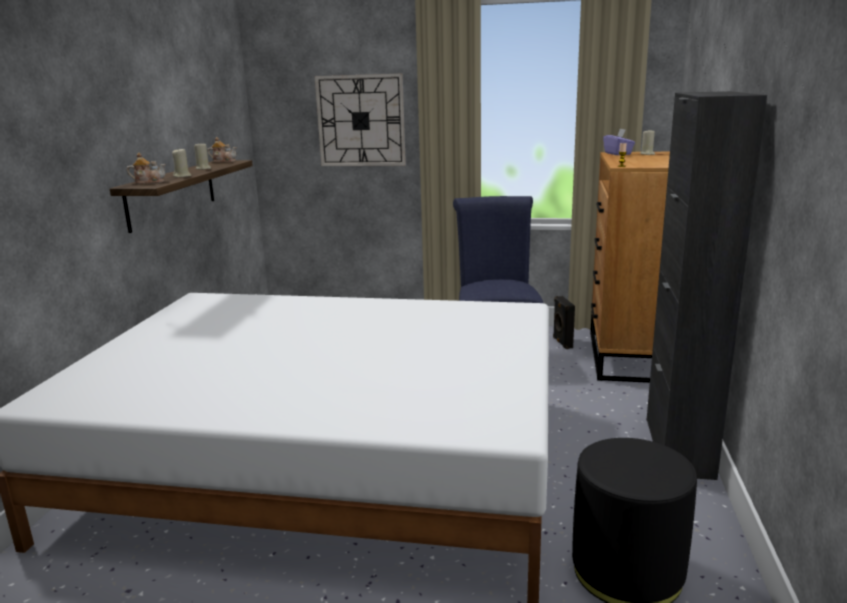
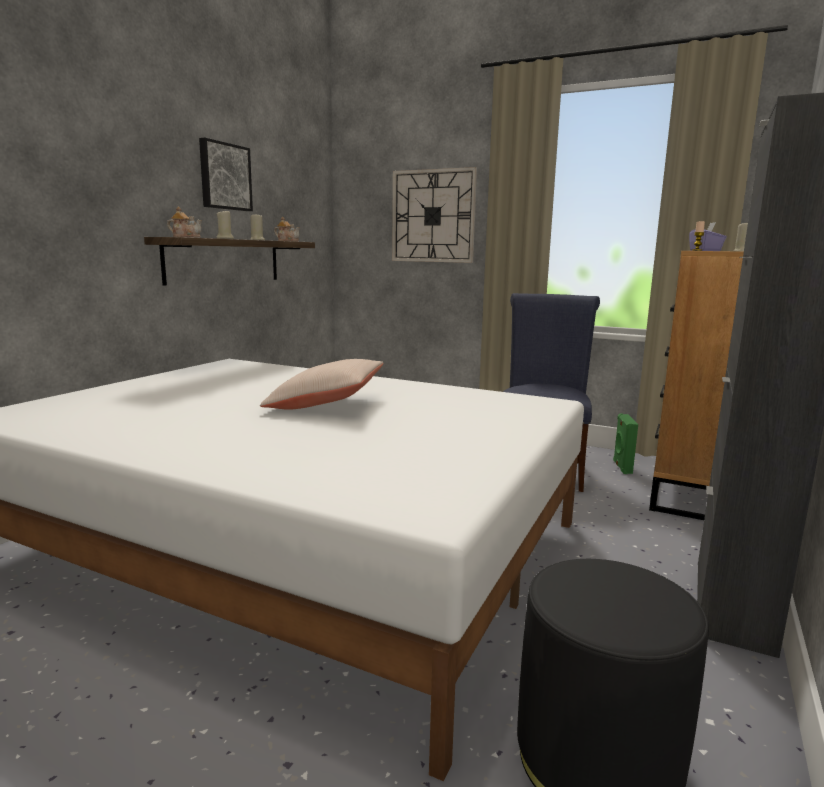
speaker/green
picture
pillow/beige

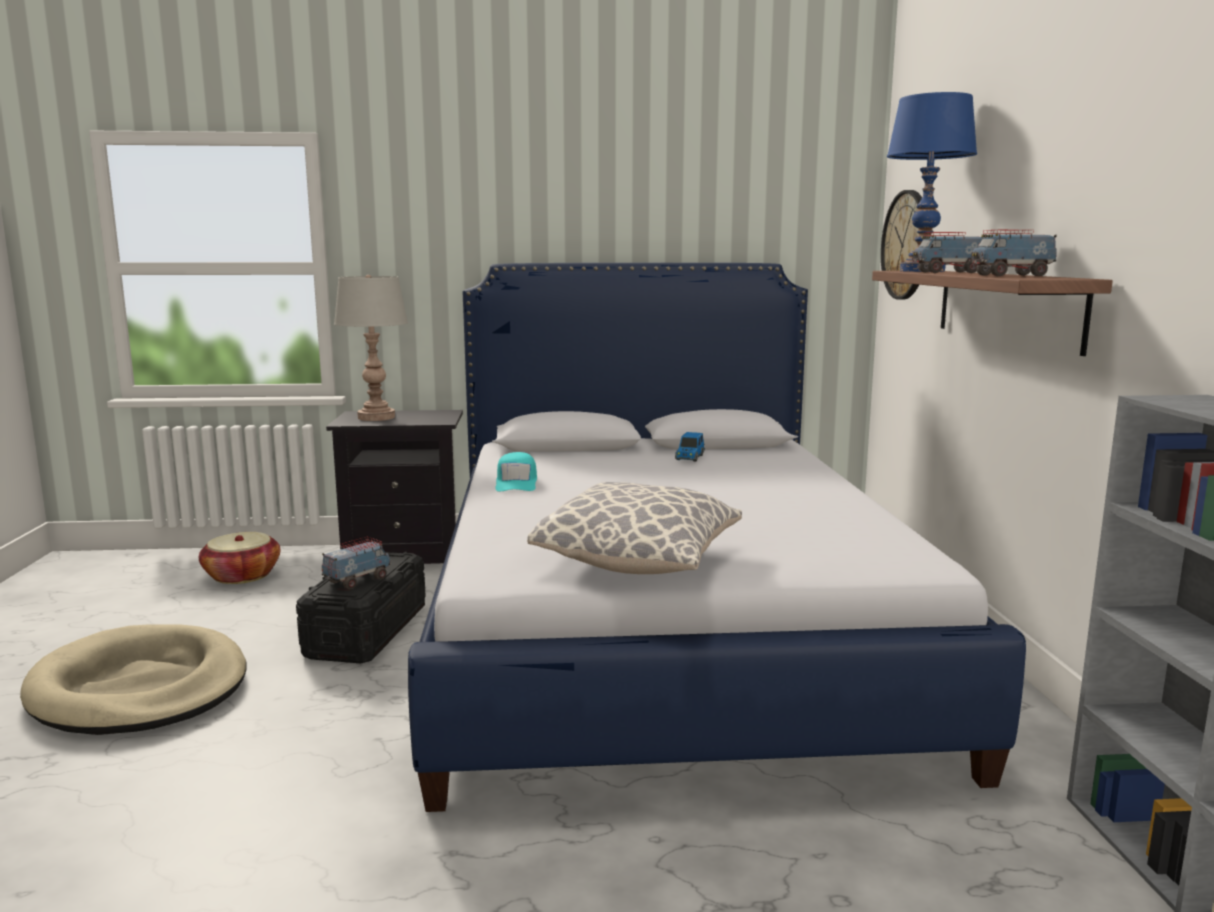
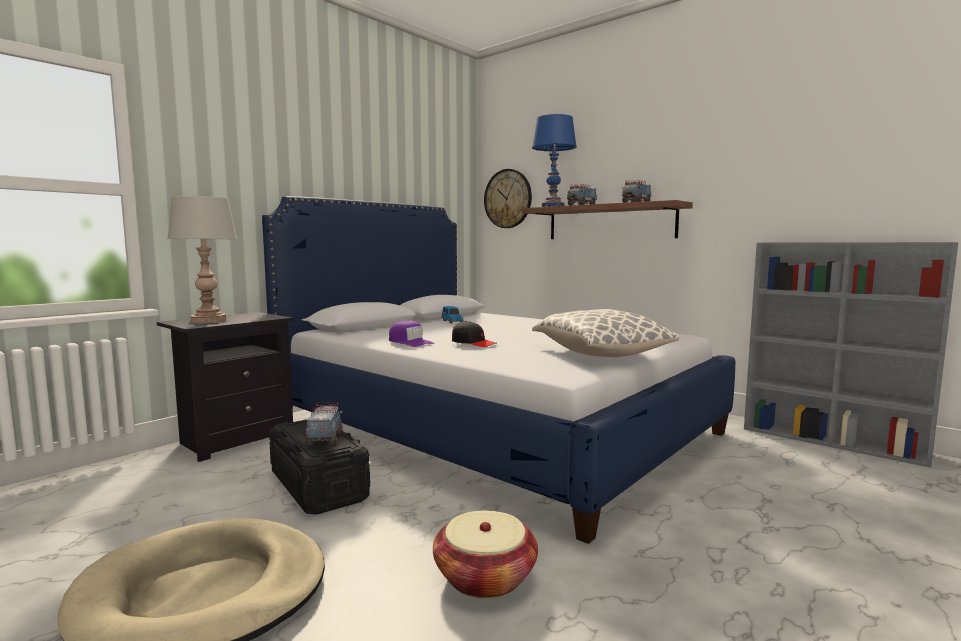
cap/purple
basket
cap/black

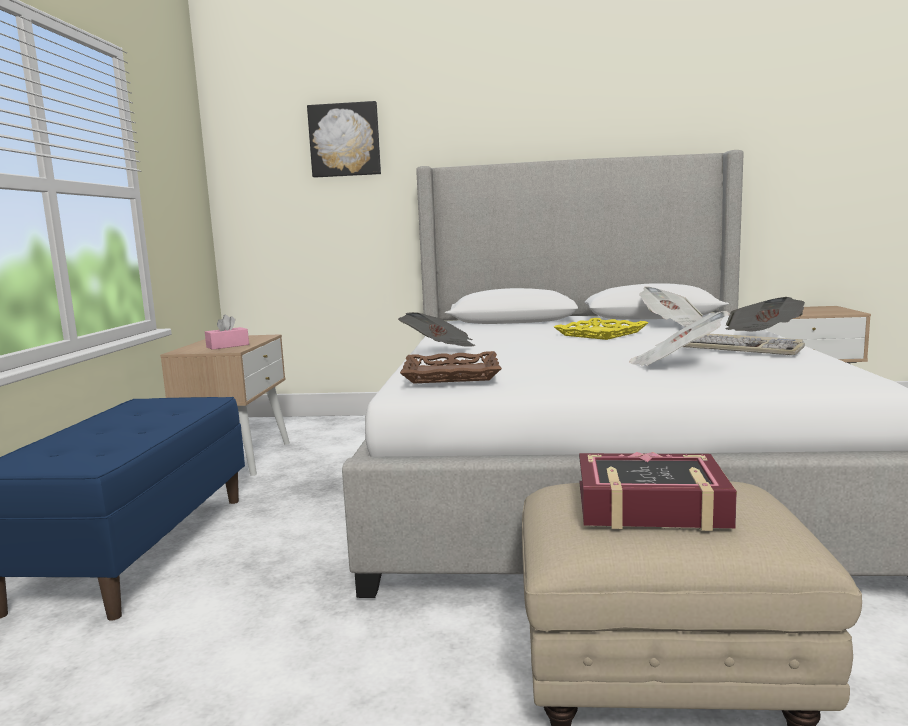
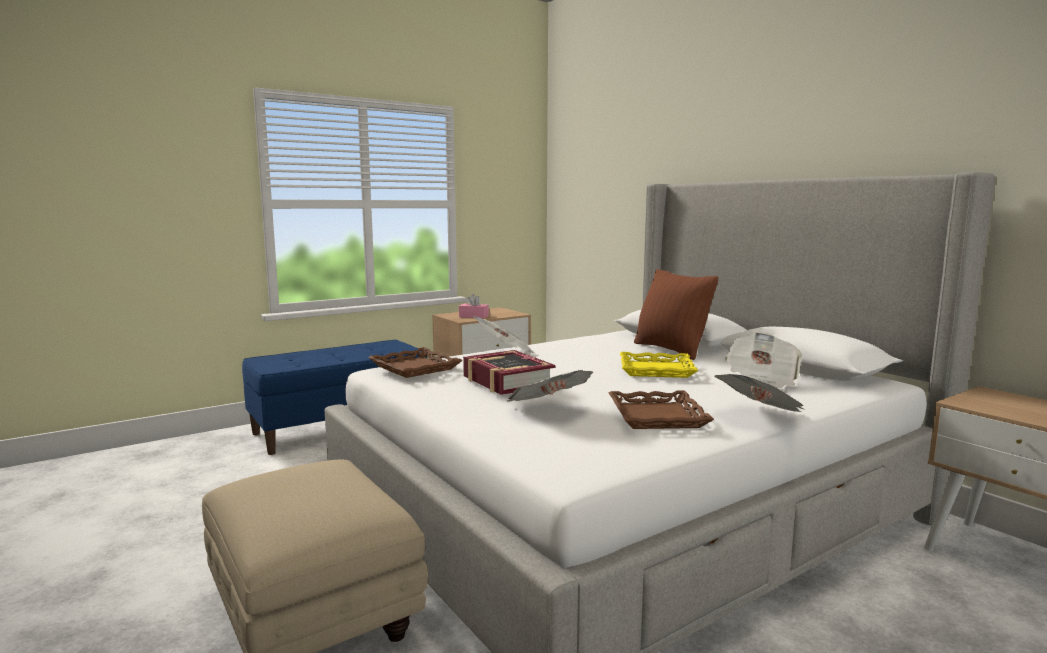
picture
tray/brown (no. 2 from left)
book
pillow/brown

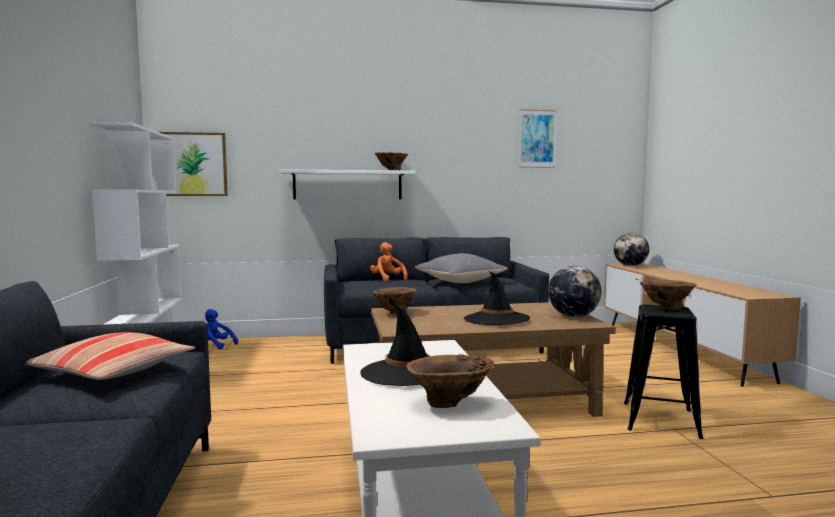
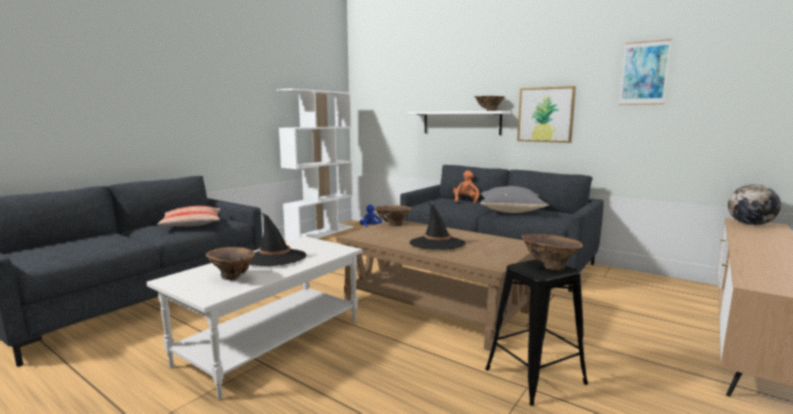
picture (no. 1 from left)
globe (no. 1 from left in the first image)

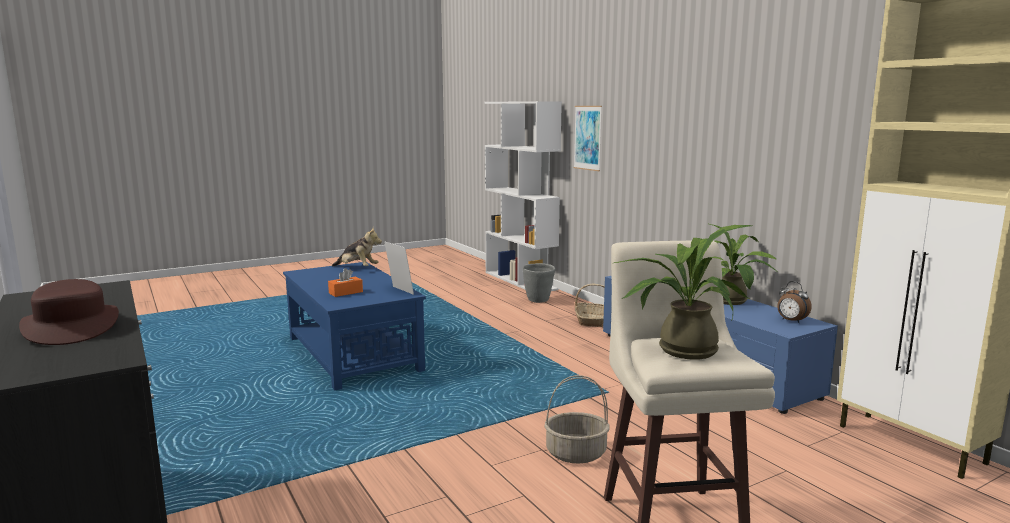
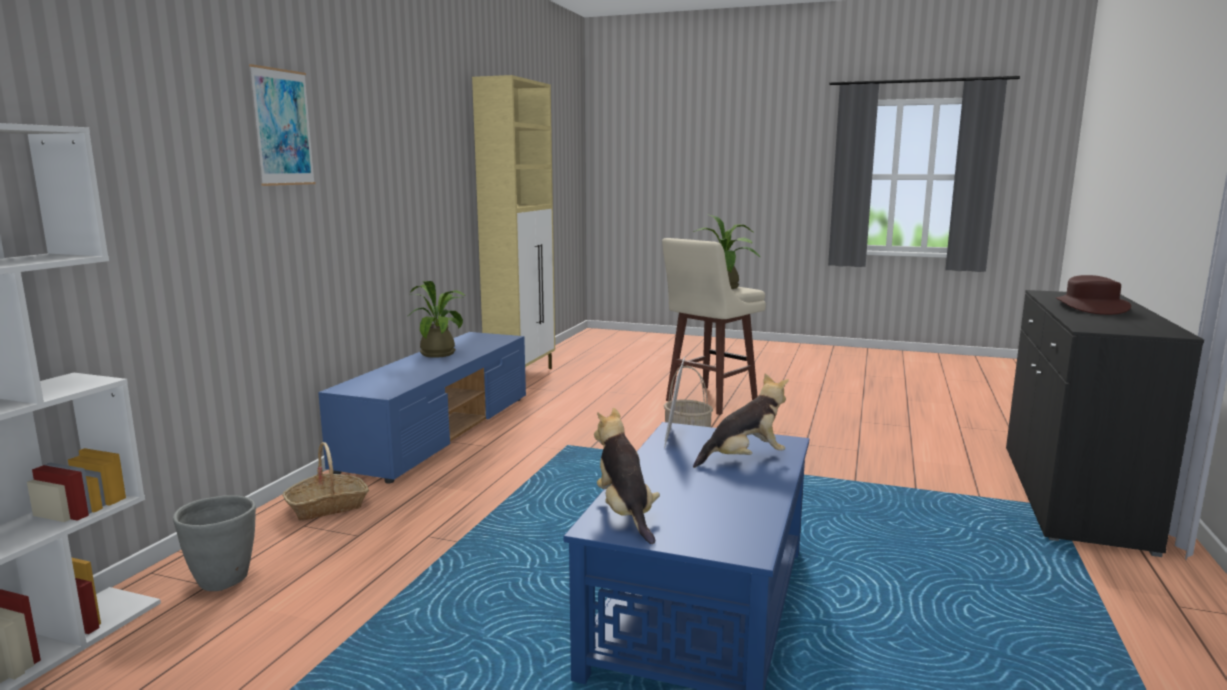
picture
plush toy (no. 2 from left)
alarm clock

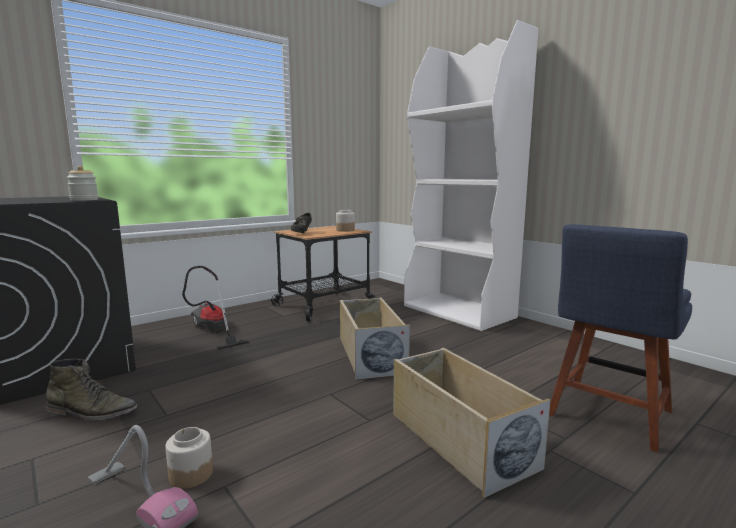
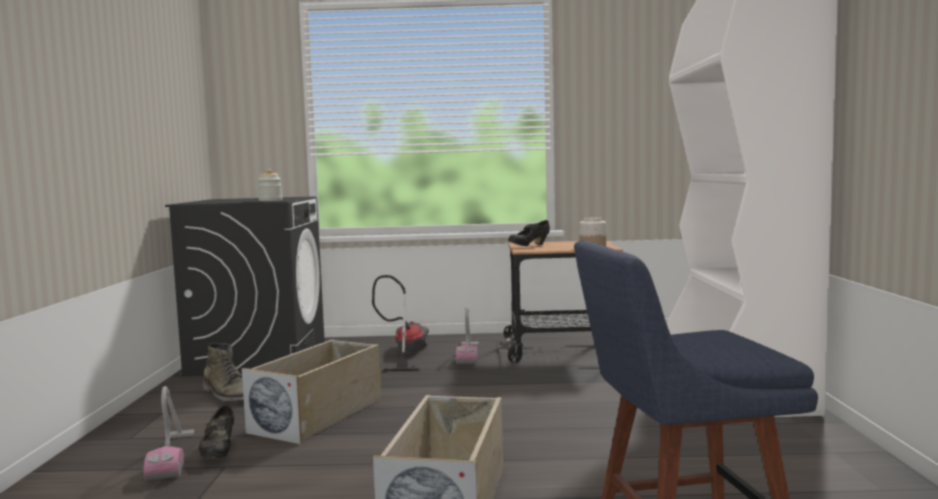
storage box/beige (no. 1 from left)
shoe/black (no. 1 from left)
vacuum cleaner (no. 3 from left)

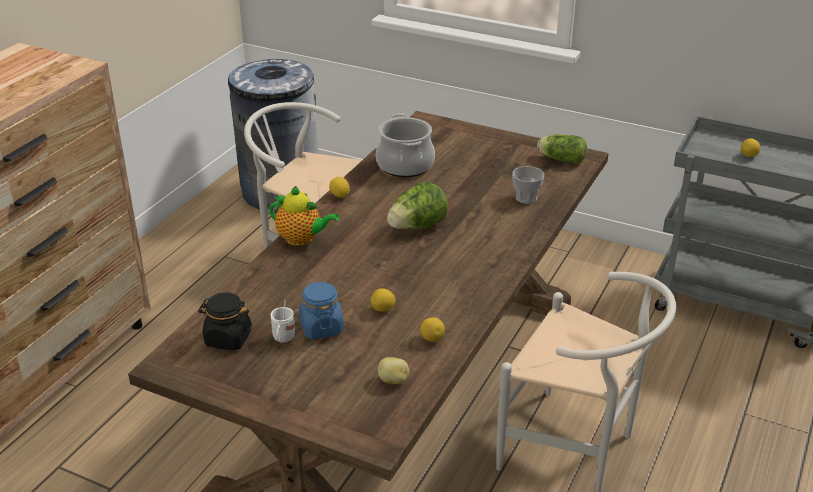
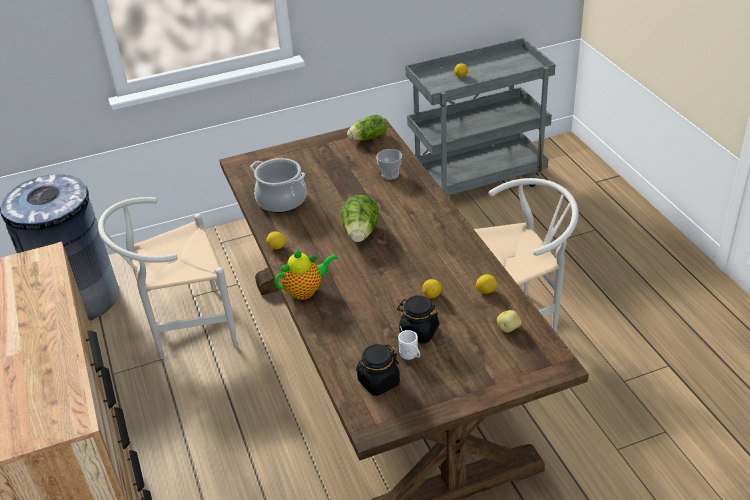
jar/black (no. 2 from left)

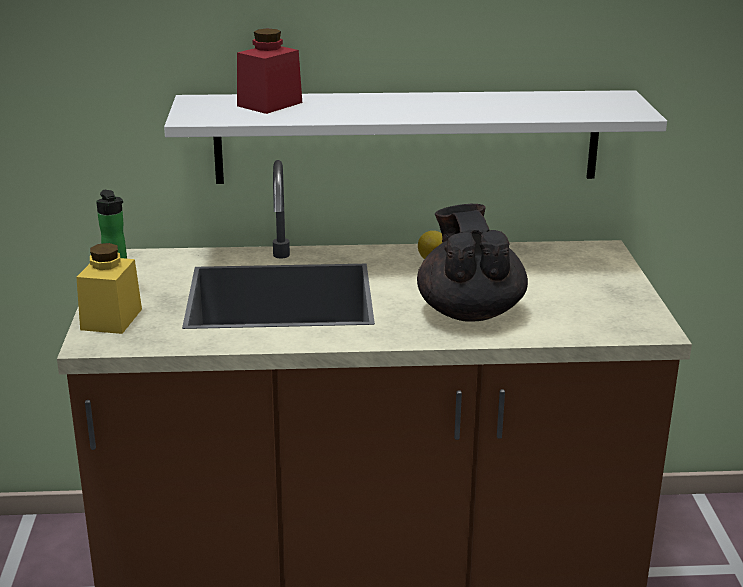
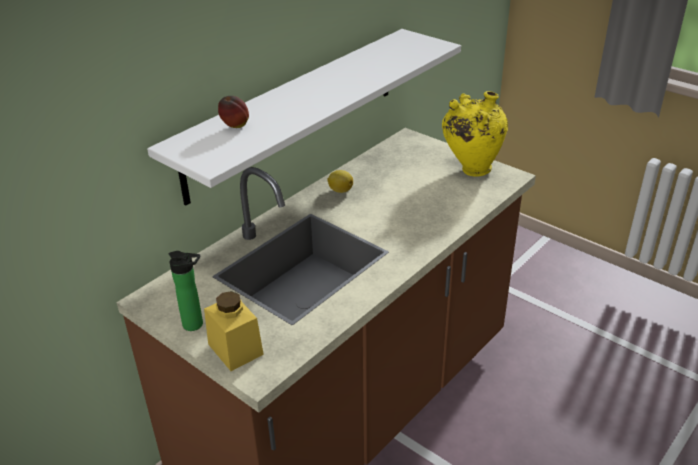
apple
teapot/black
vase/yellow

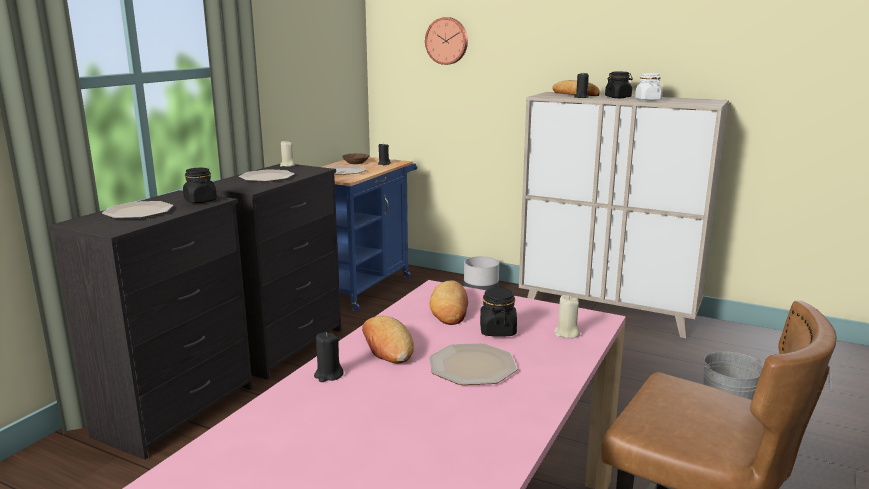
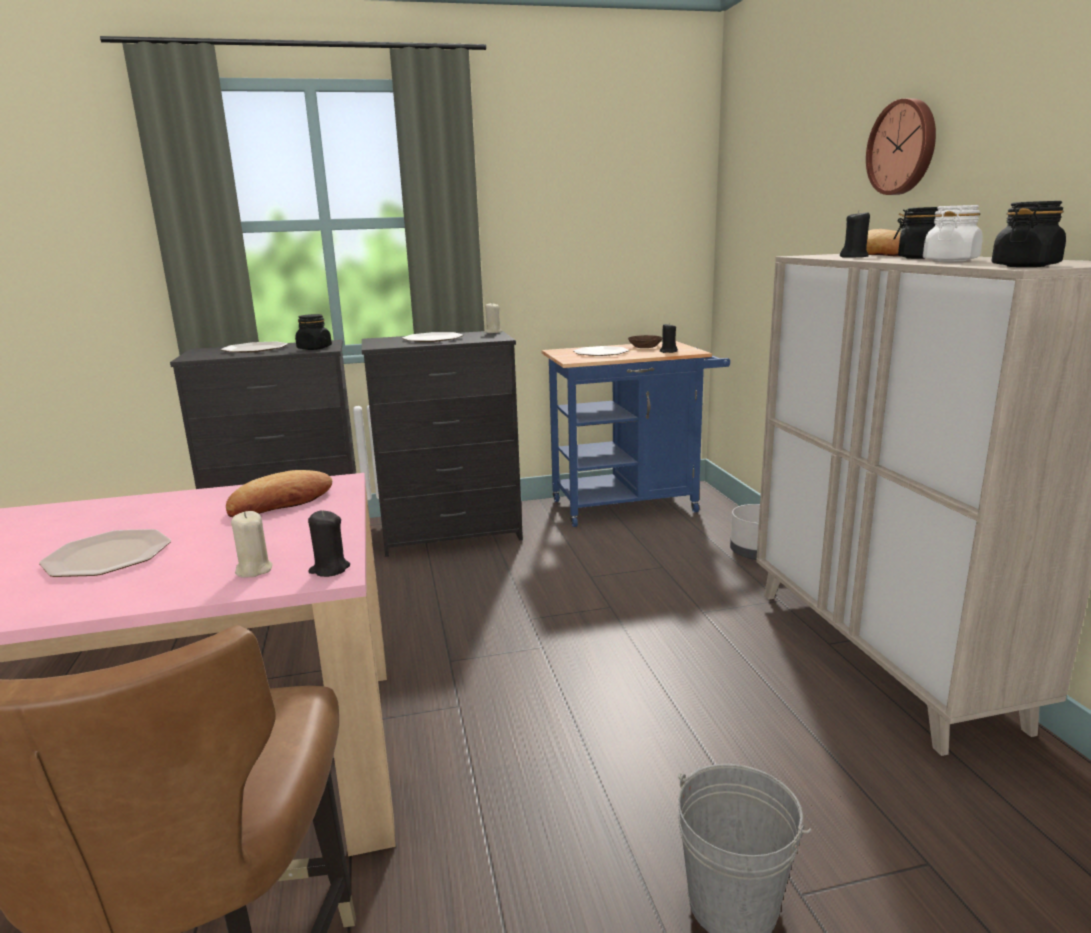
wall clock
jar/black (no. 3 from left)
bread (no. 1 from left in the first image)
candle/black (no. 1 from left)

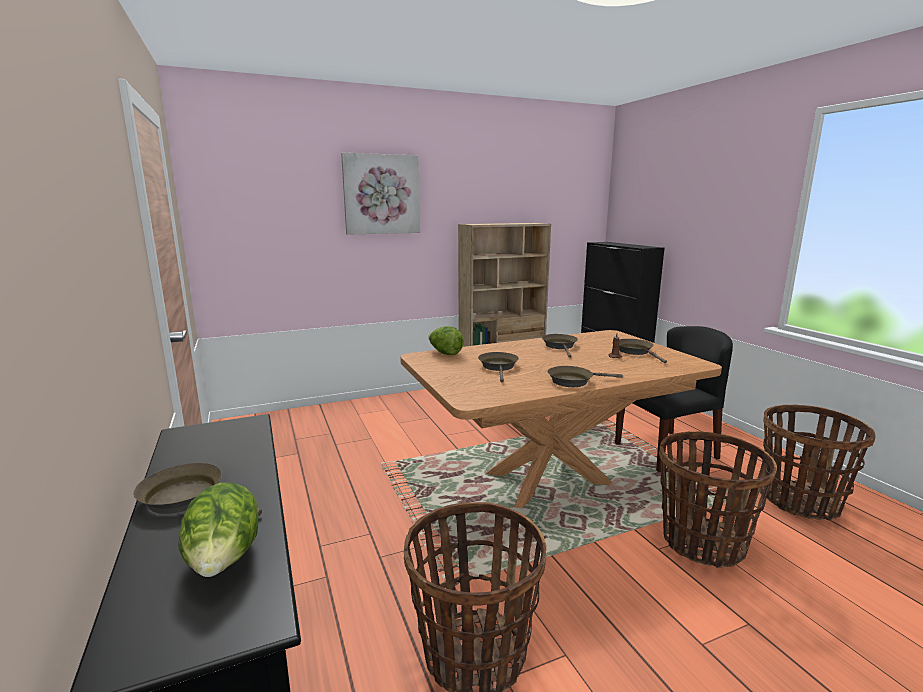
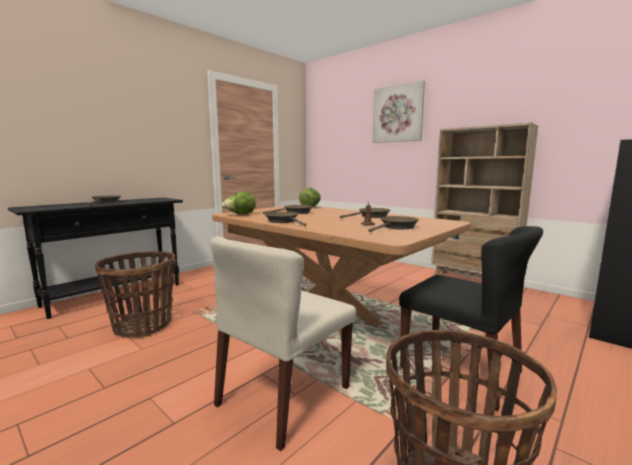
chair/beige
lettuce (no. 1 from left)

